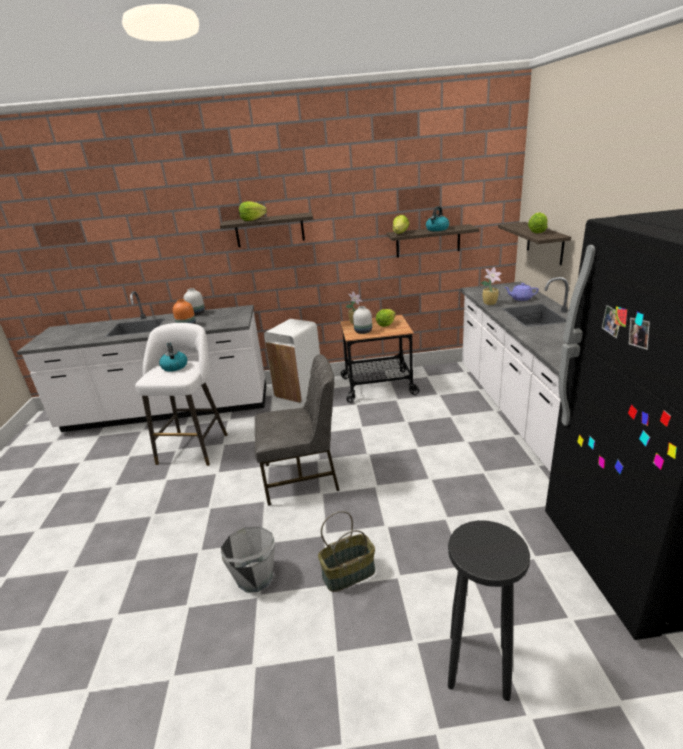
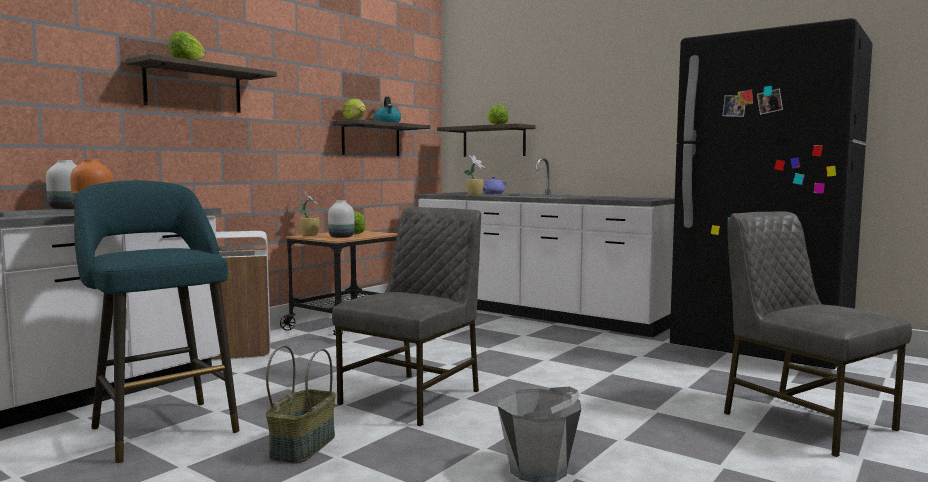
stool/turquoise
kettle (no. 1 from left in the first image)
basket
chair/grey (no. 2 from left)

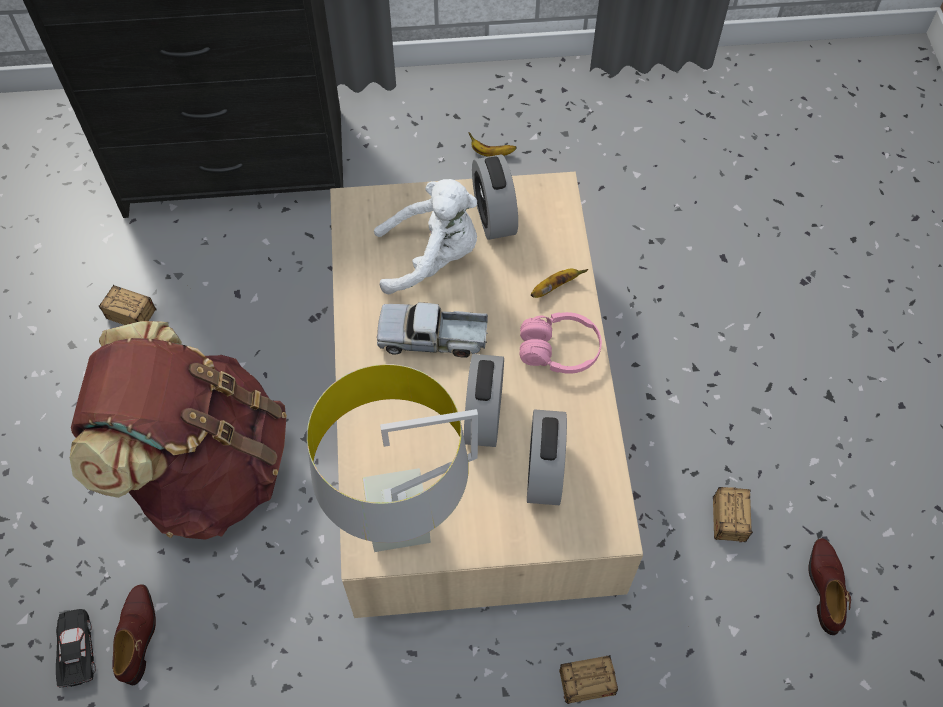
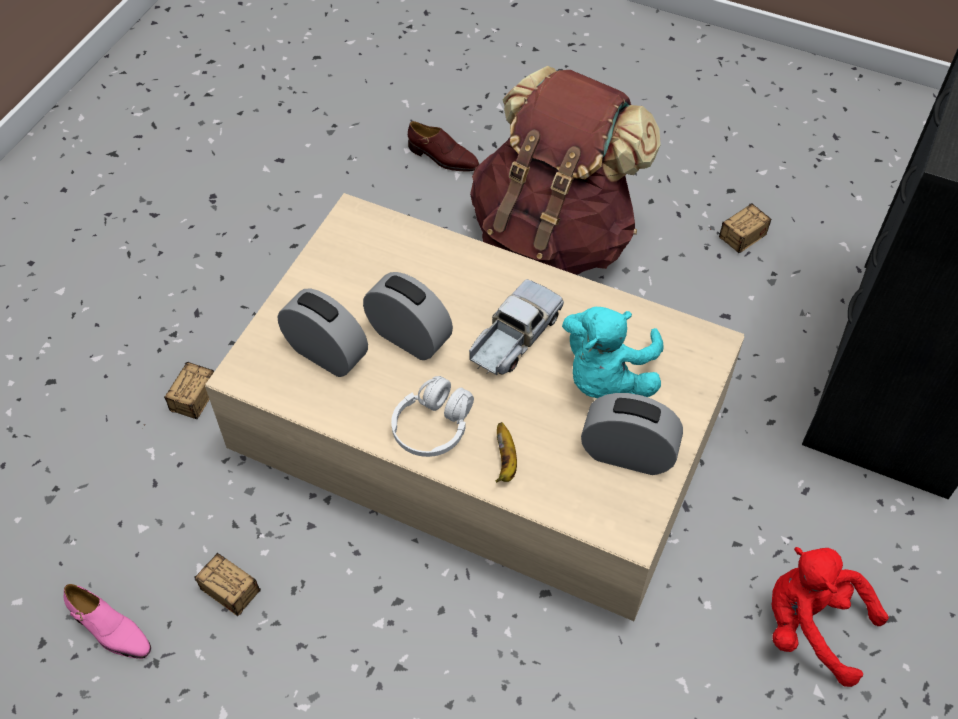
plush toy/red
plush toy/turquoise
headphones/white
table lamp/grey
shoe/pink
toy car/black

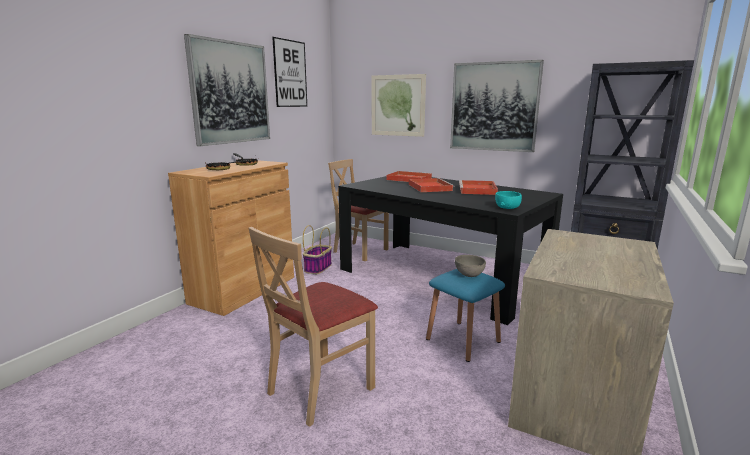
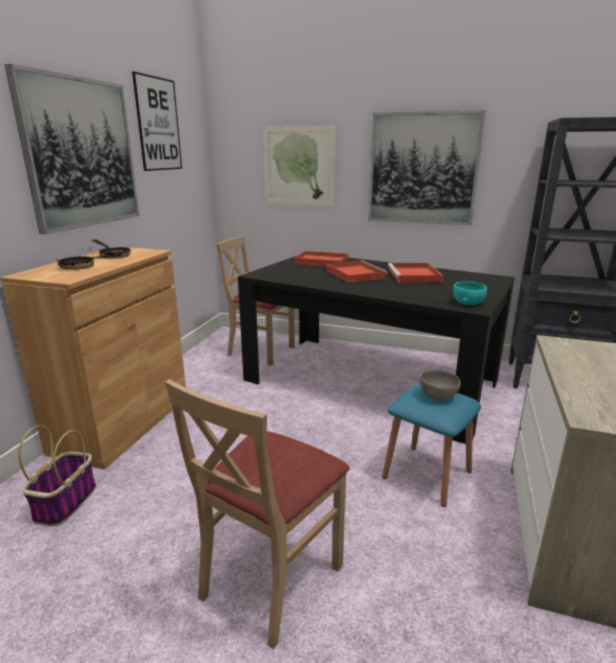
basket

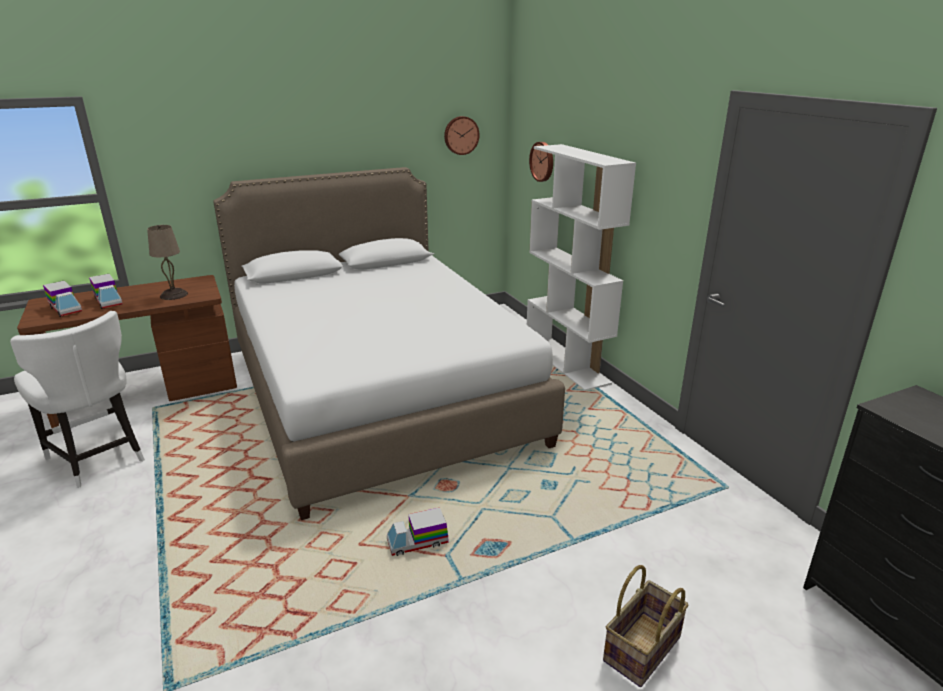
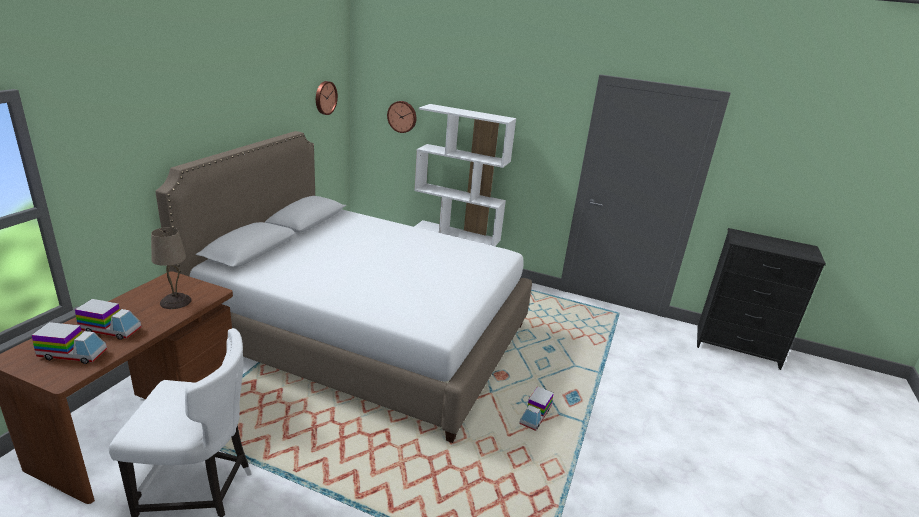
basket

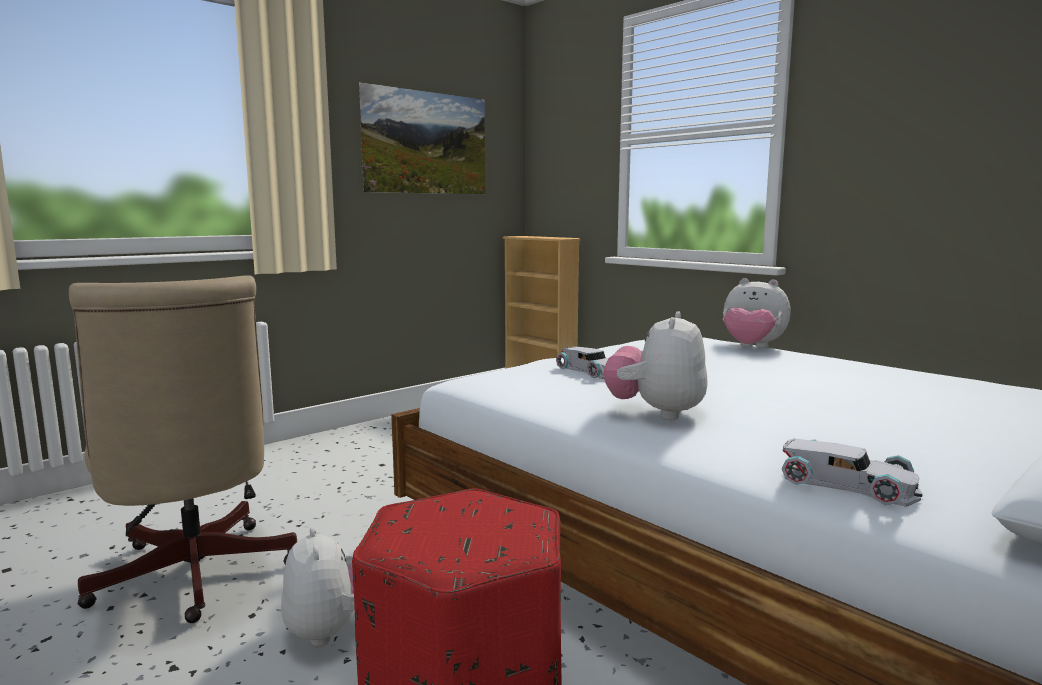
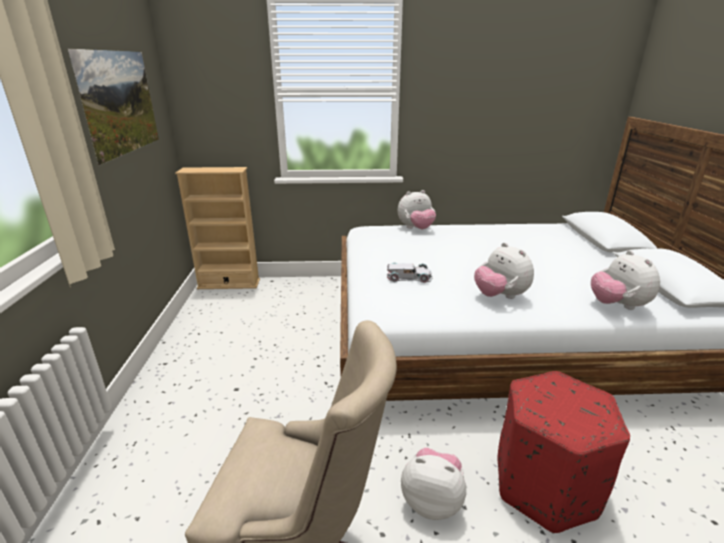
plush toy (no. 4 from left)

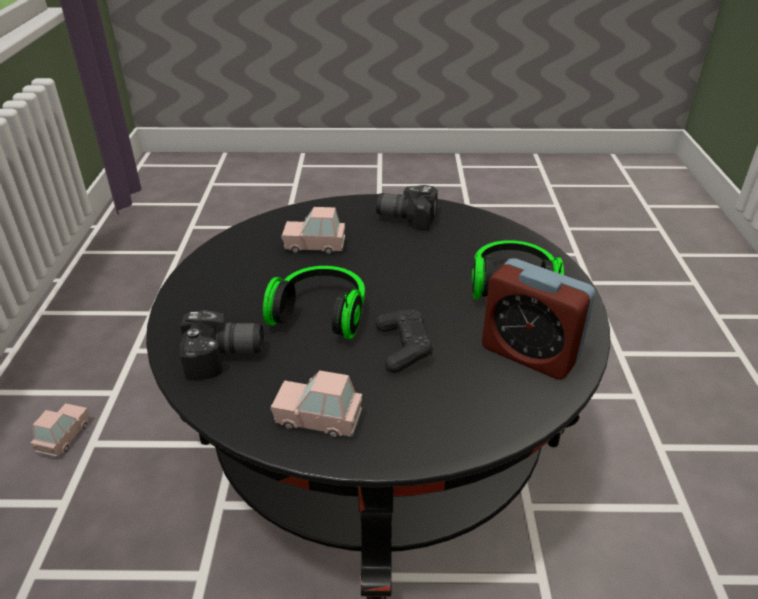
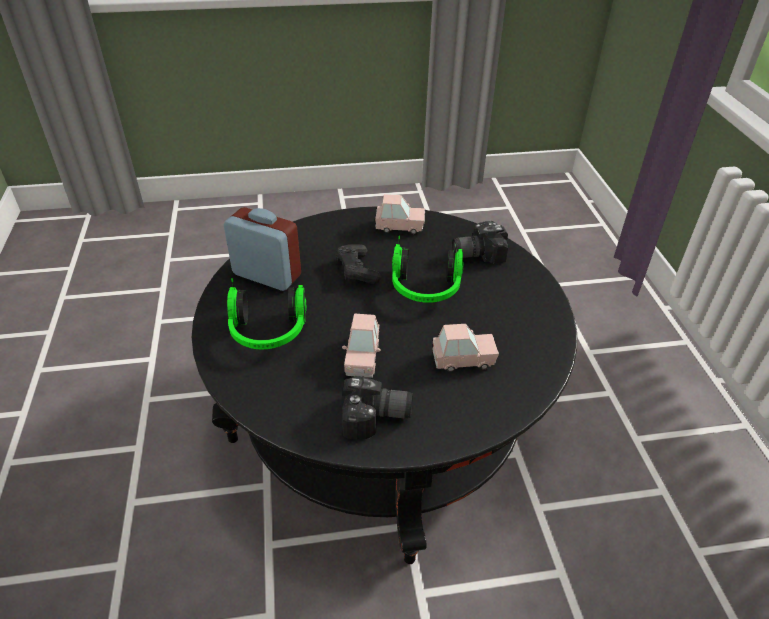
toy car/pink (no. 1 from left)

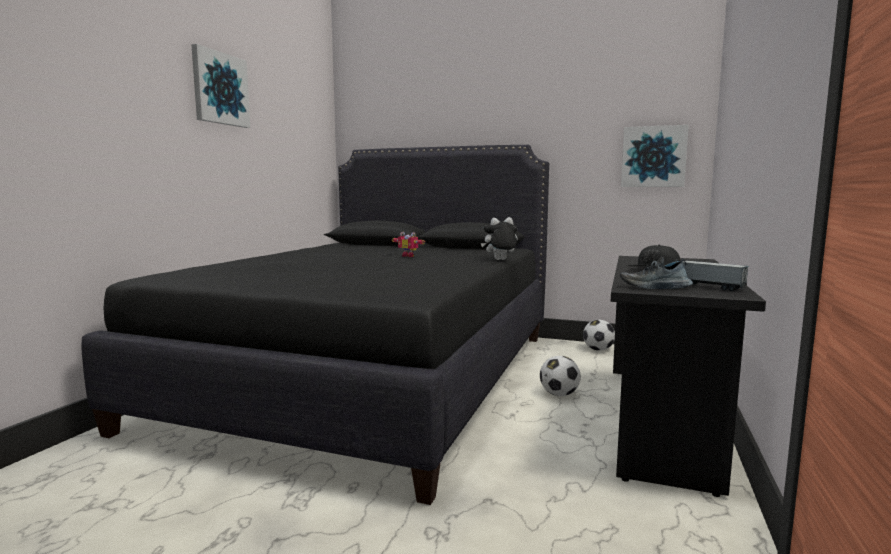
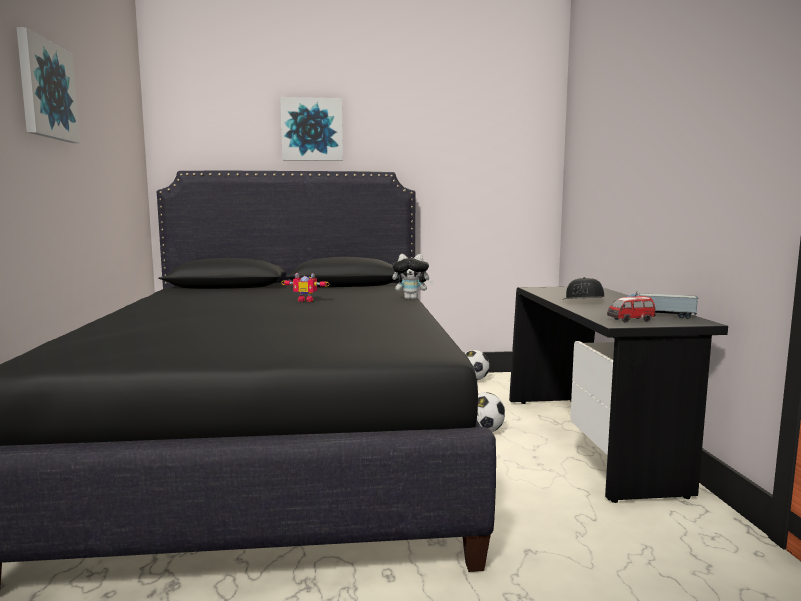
picture (no. 2 from left)
plush toy
toy car

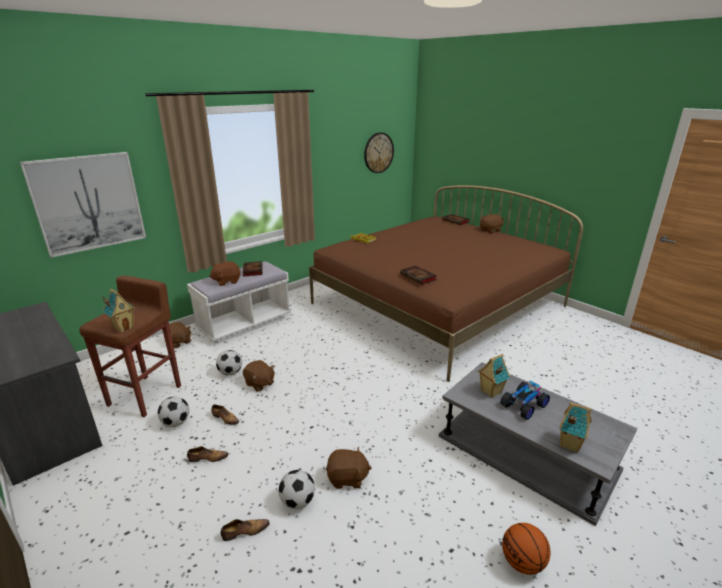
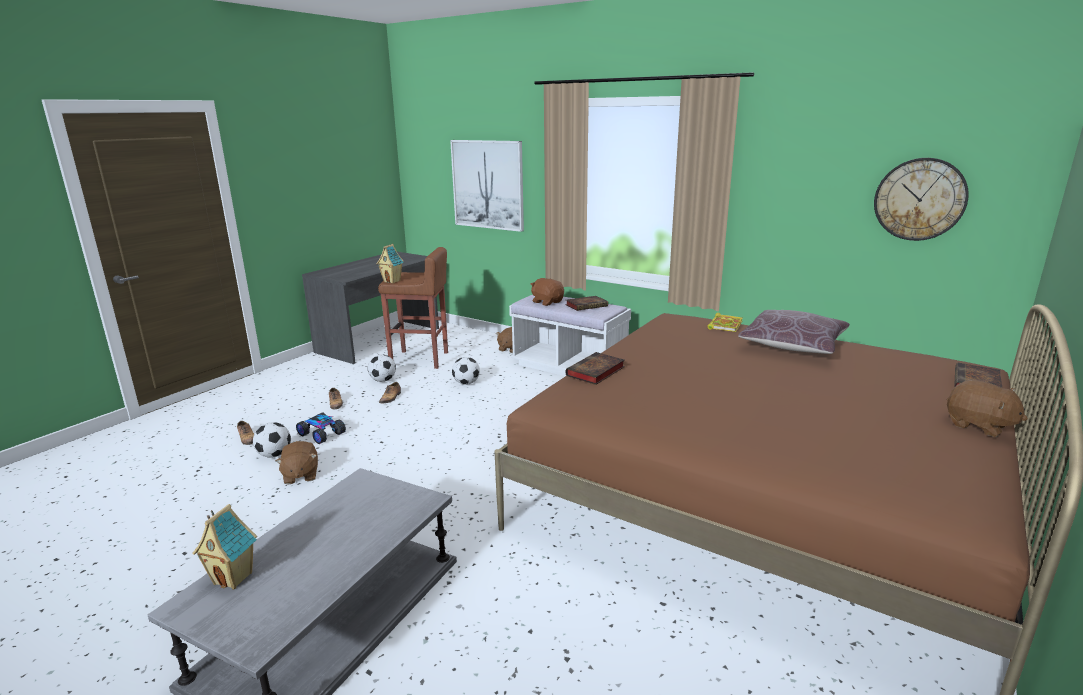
toy house (no. 2 from left in the first image)
plush toy/brown (no. 3 from left in the first image)
toy car
basketball
pillow/brown

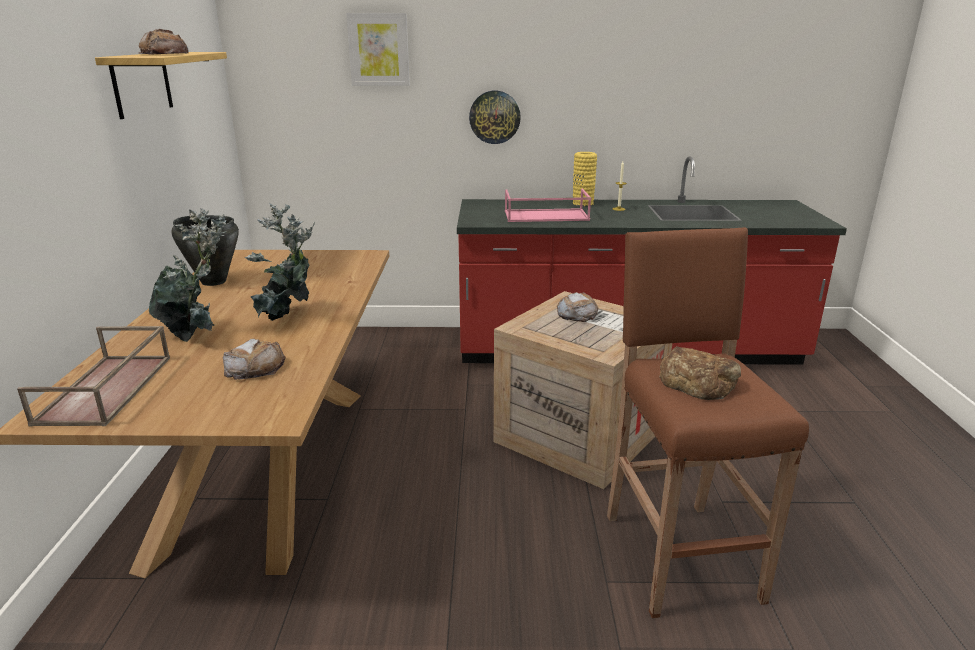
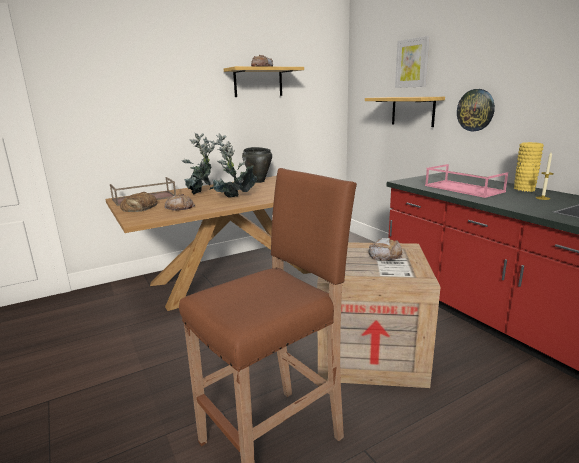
bread (no. 1 from left)
shelf (no. 2 from left)

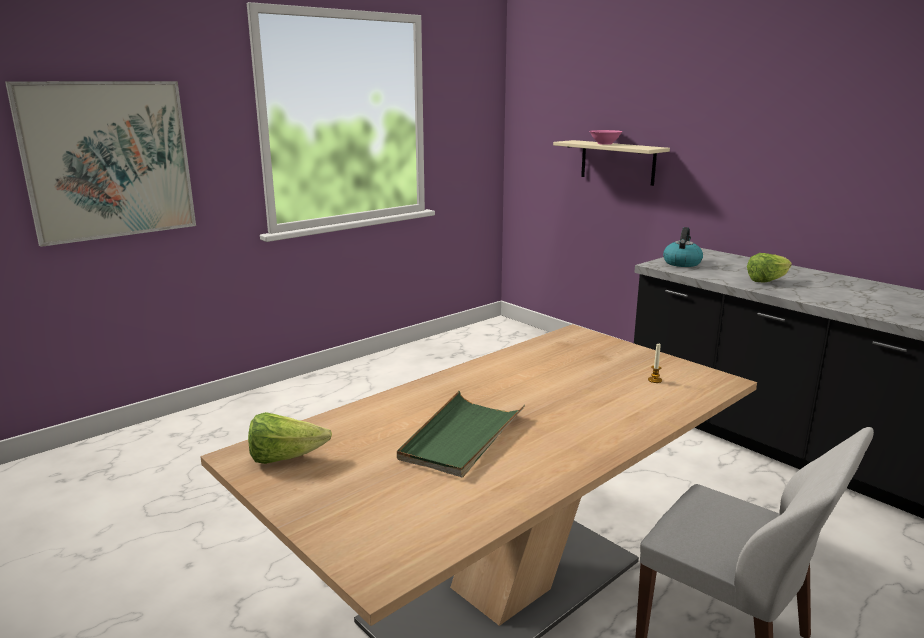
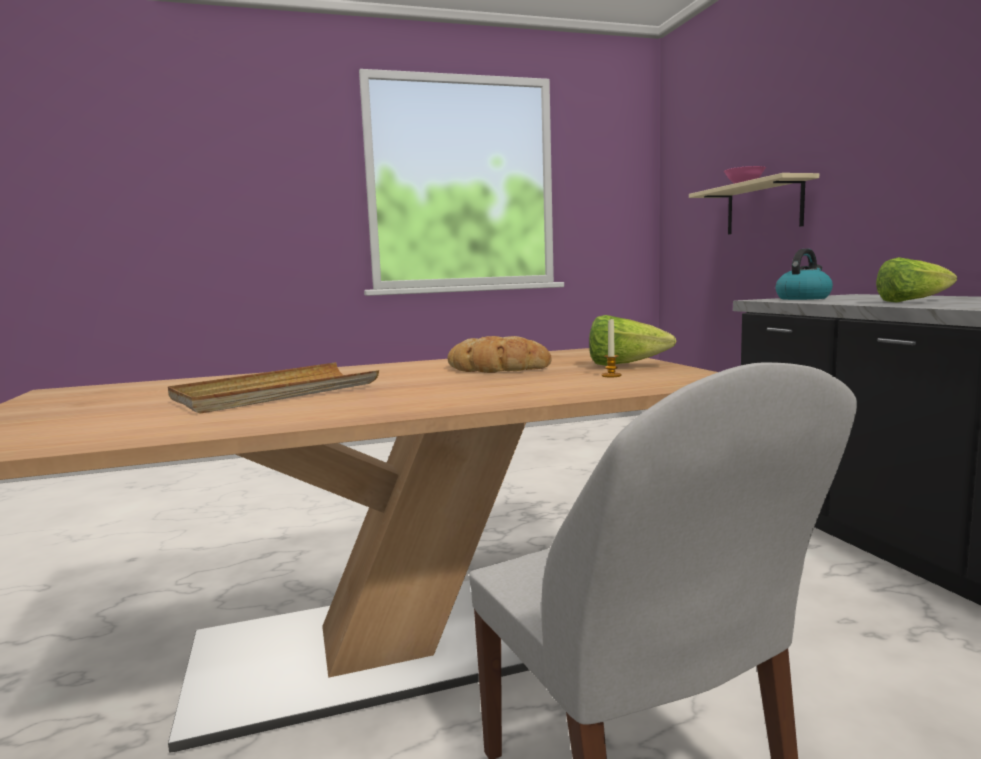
picture
tray/beige
lettuce (no. 1 from left)
bread

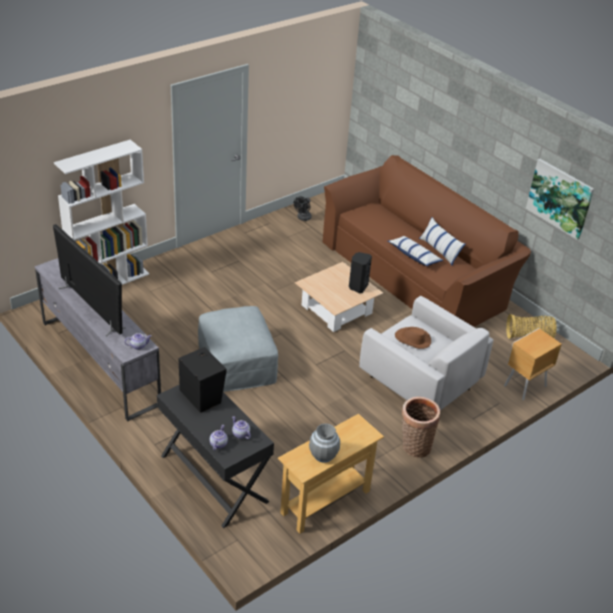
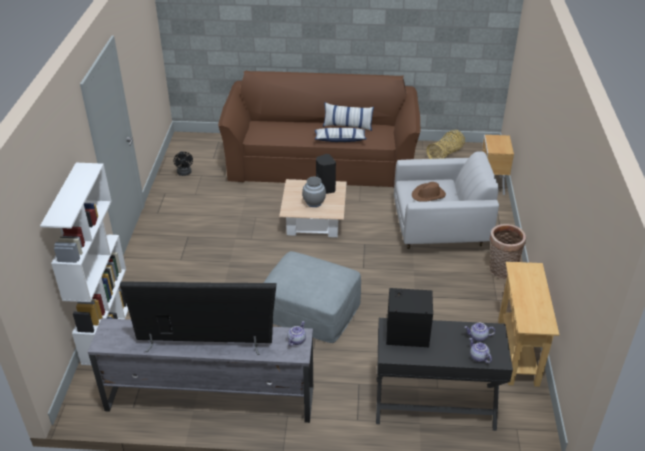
picture
vase/grey

